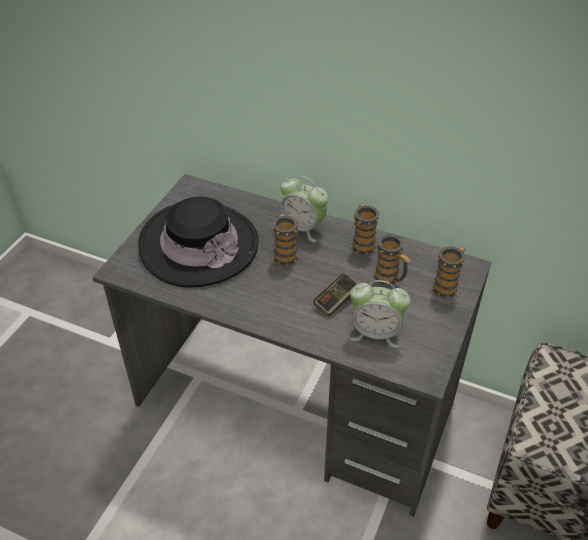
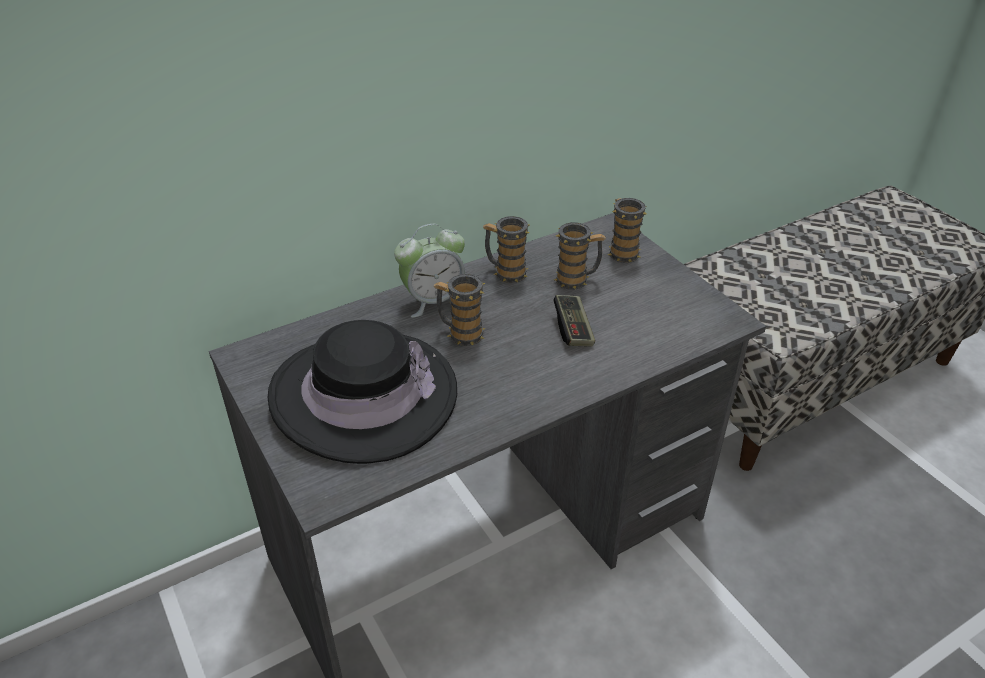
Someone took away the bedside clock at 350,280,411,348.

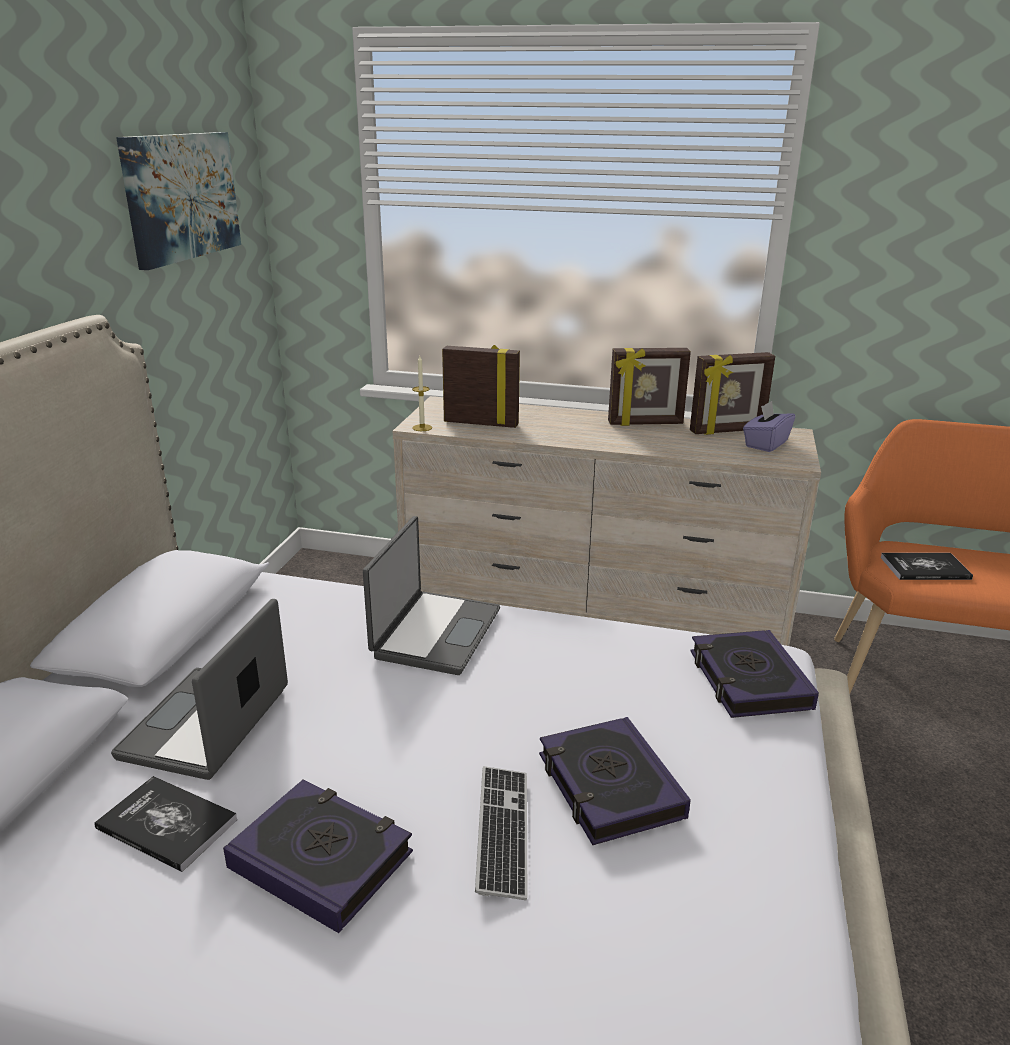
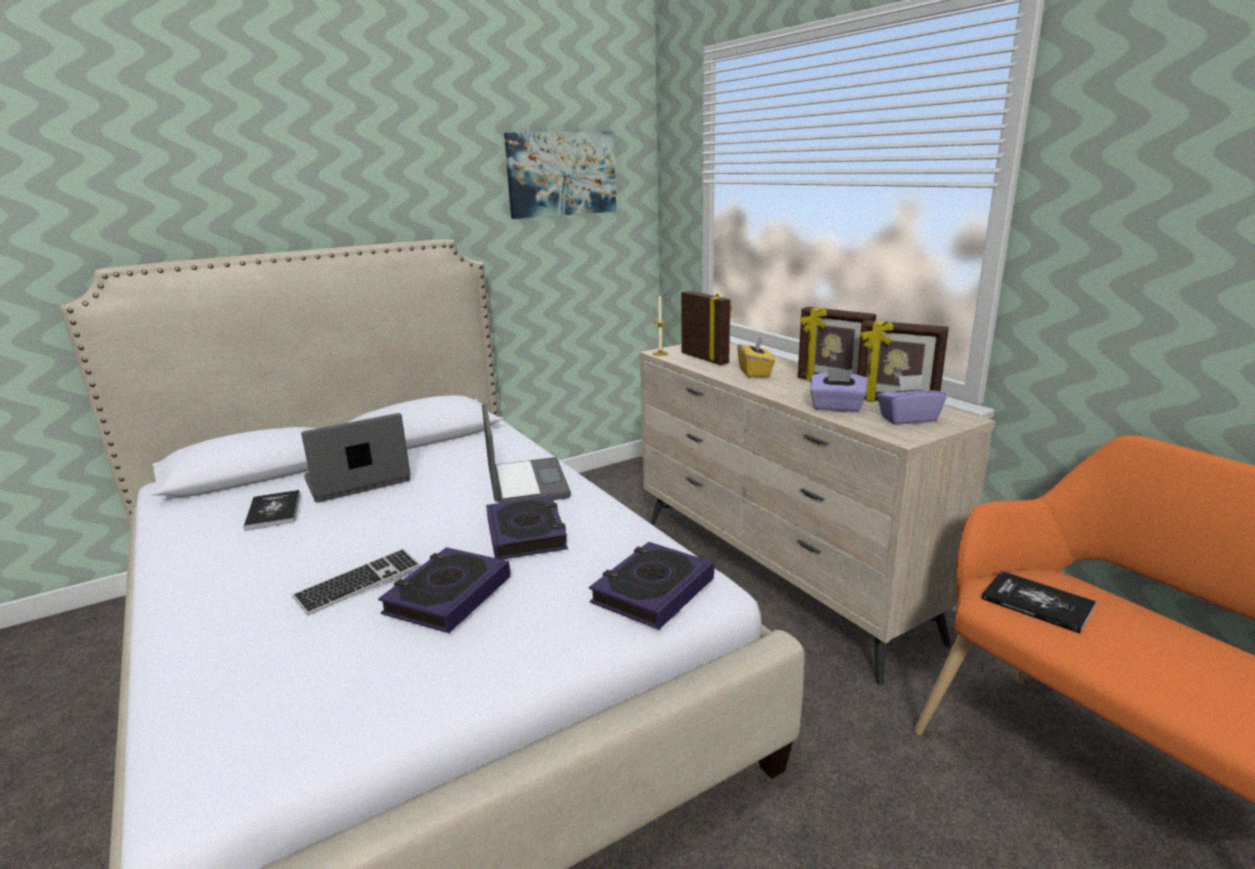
Someone rotated the laptop at 363,516,500,675 by 75 degrees counterclockwise.
Someone carried the volume from 223,780,413,933 to 486,496,568,560.
Someone put down the tissue holder in yellow-coloured at 737,336,775,378.
Someone put down the tissue holder in purplish at 810,368,867,412.

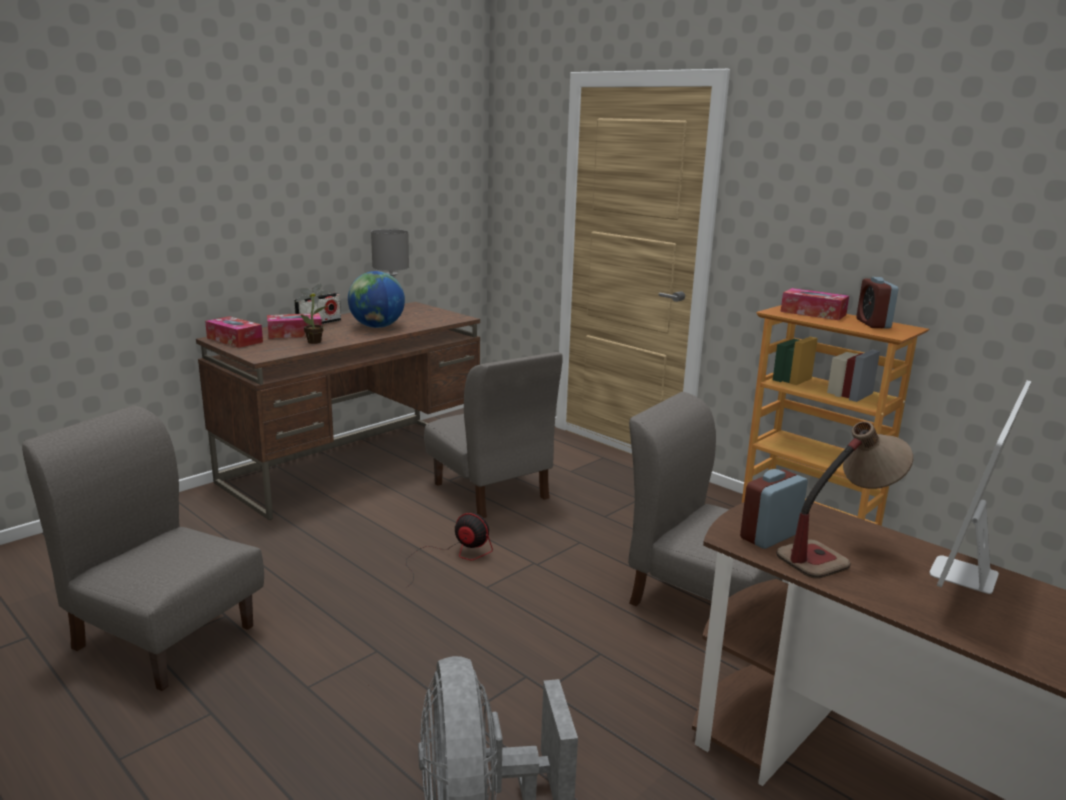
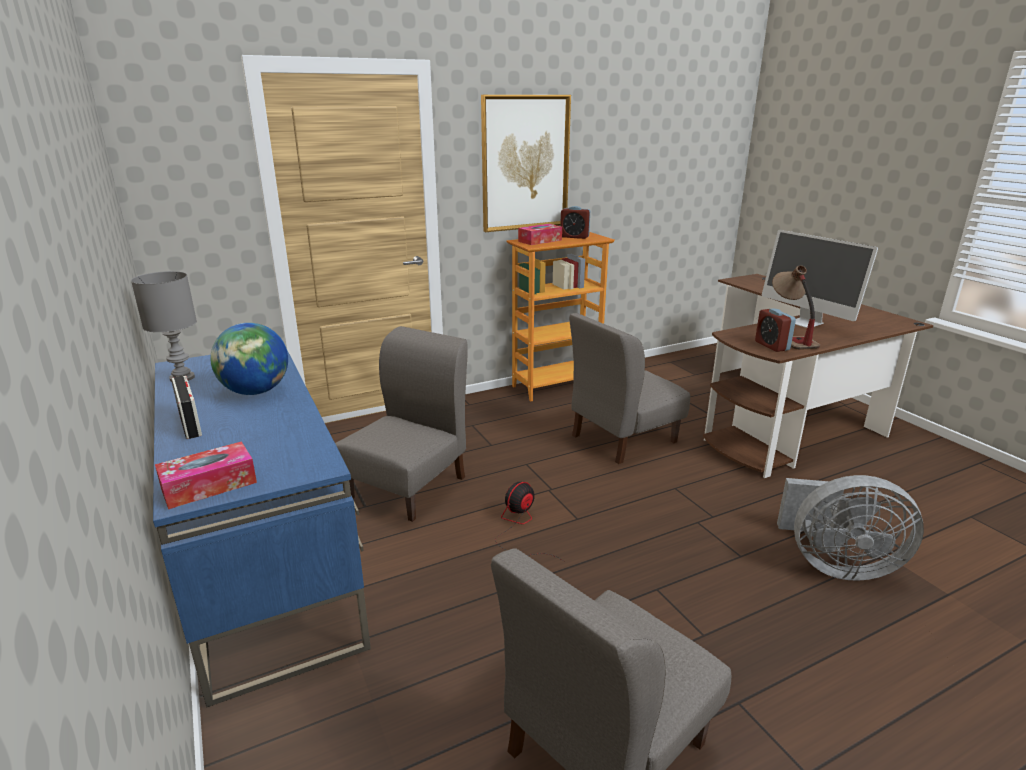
Someone repainted the desk table in brown at 196,302,480,520, which became the desk table in blue at 153,350,371,707.
Someone rotated the chair in gray at 424,352,563,518 by 45 degrees counterclockwise.
Someone put up the picture at 481,95,571,232.
Someone took away the tissue holder at 267,313,322,339.
Someone took away the potted plant at 296,284,331,344.

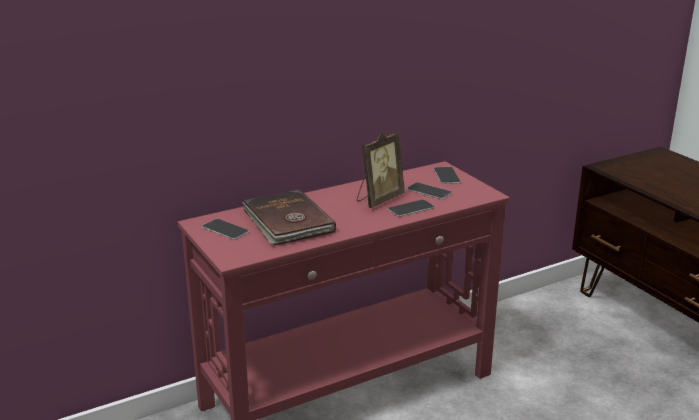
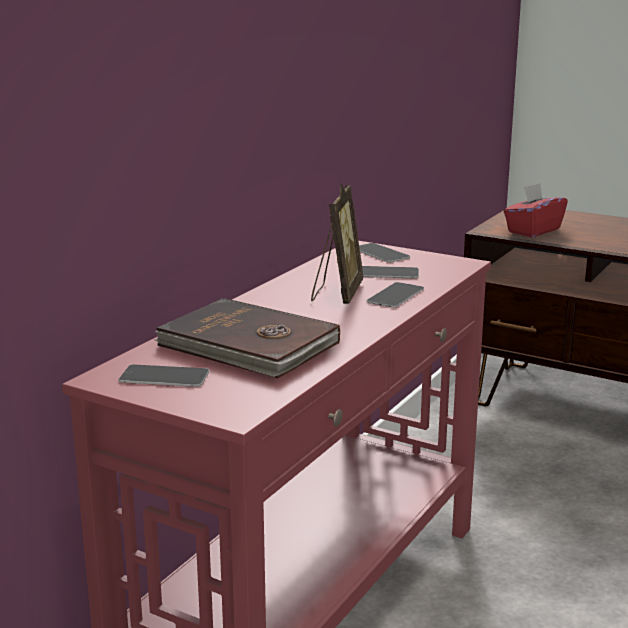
Someone put down the tissue holder in reddish at 504,183,568,237.

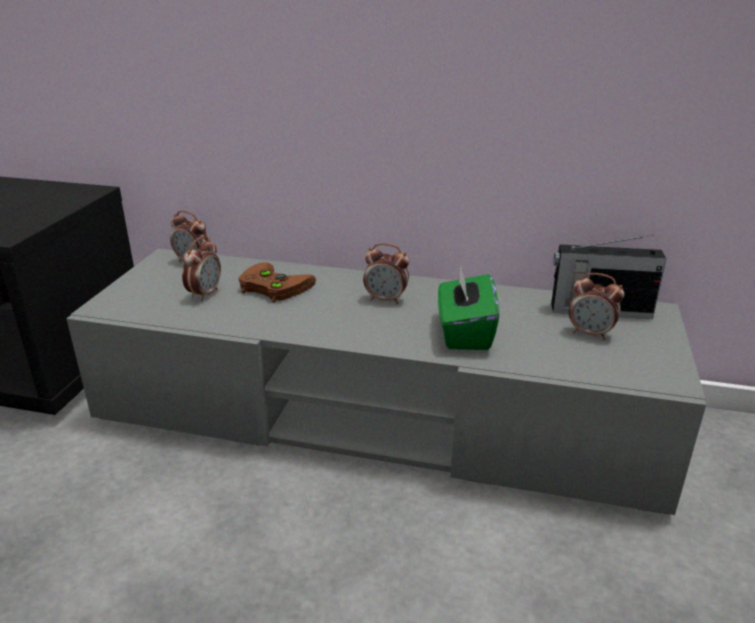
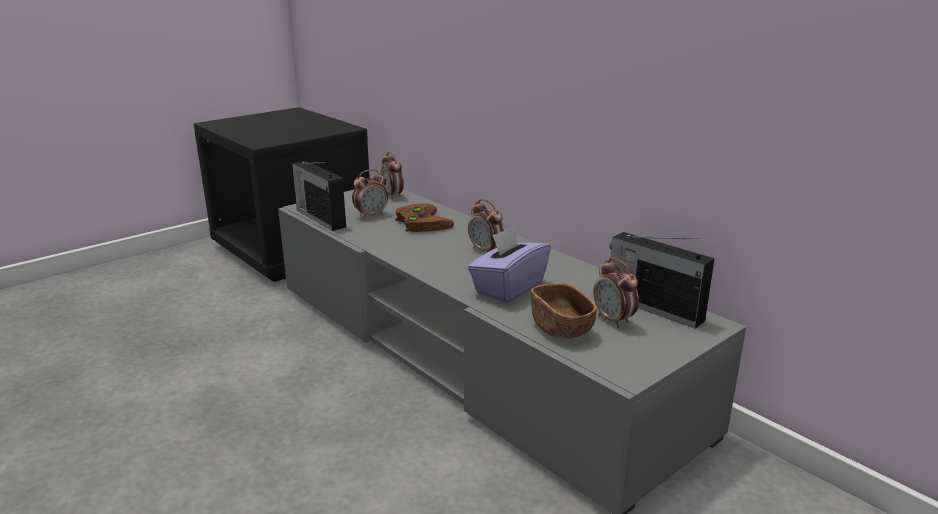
Someone put down the radio set at 292,161,346,231.
Someone repainted the tissue holder in greenish at 438,265,499,350, which became the tissue holder in purplish at 468,225,551,303.
Someone put down the deep dish in brown at 531,283,597,338.

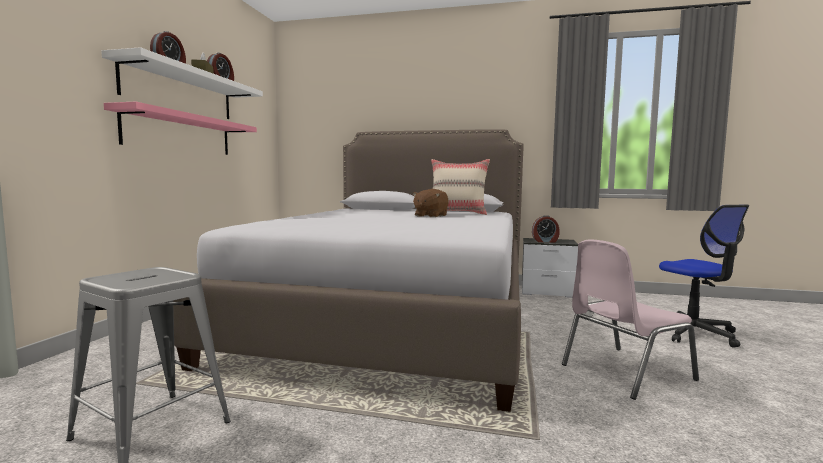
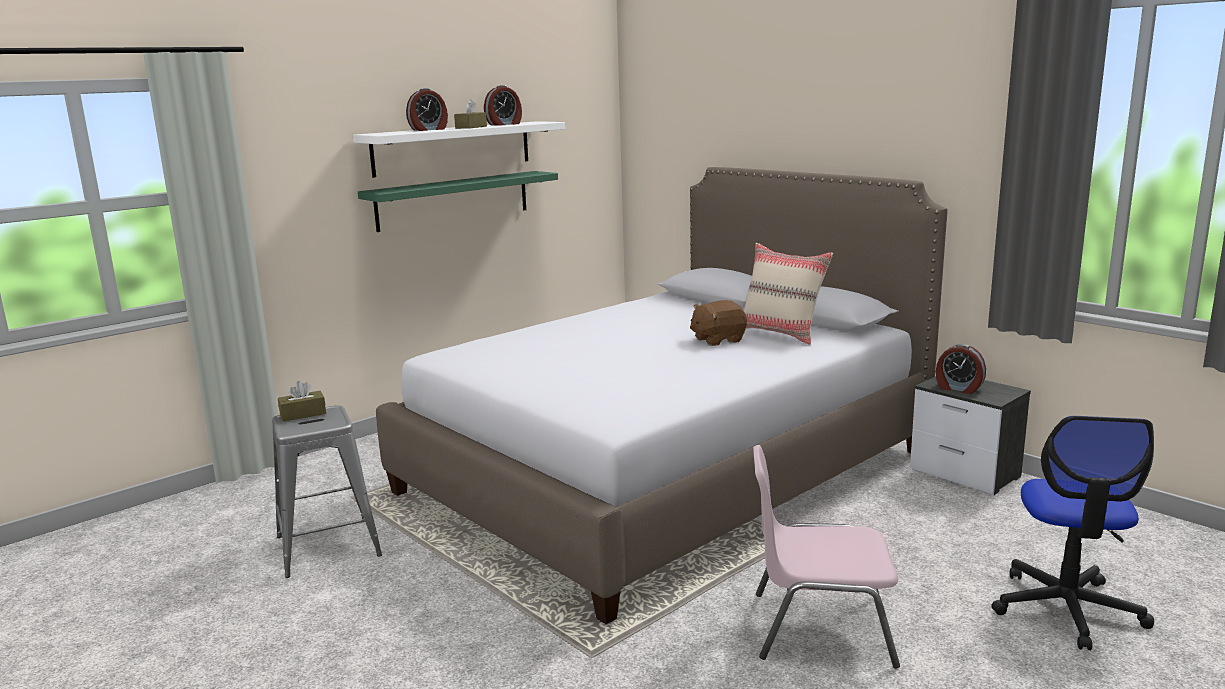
Someone put down the tissue holder in brown at 278,381,326,422.
Someone repainted the bracket shelf in pinkish at 104,102,257,155, which became the bracket shelf in greenish at 358,171,558,232.

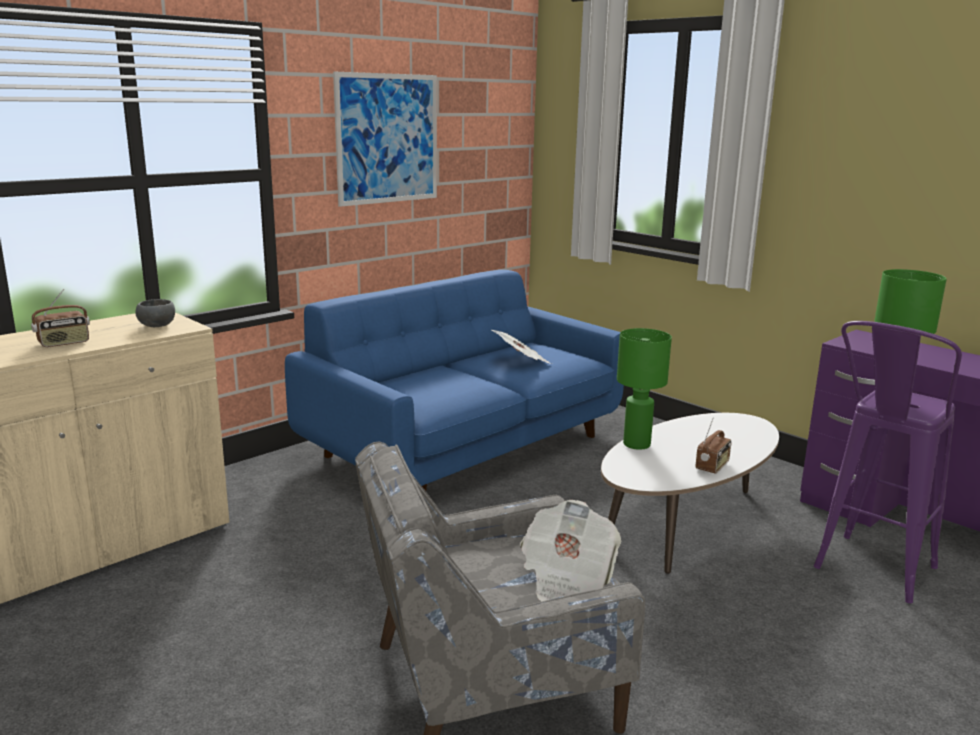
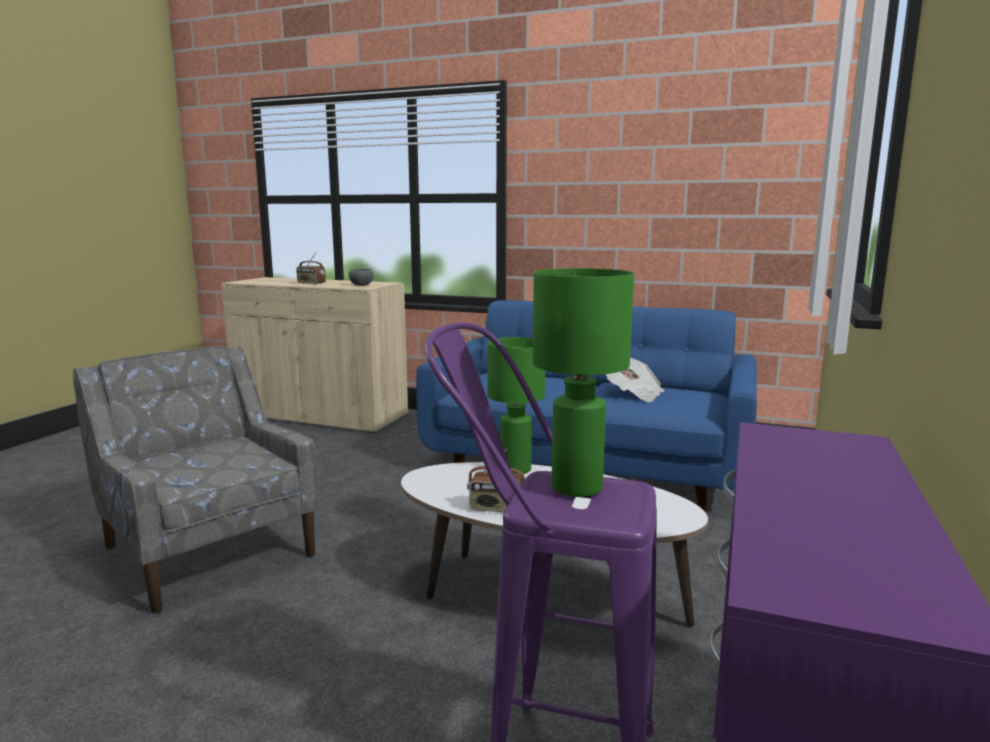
Someone took away the picture at 333,72,437,207.
Someone took away the printed paper at 520,500,622,601.

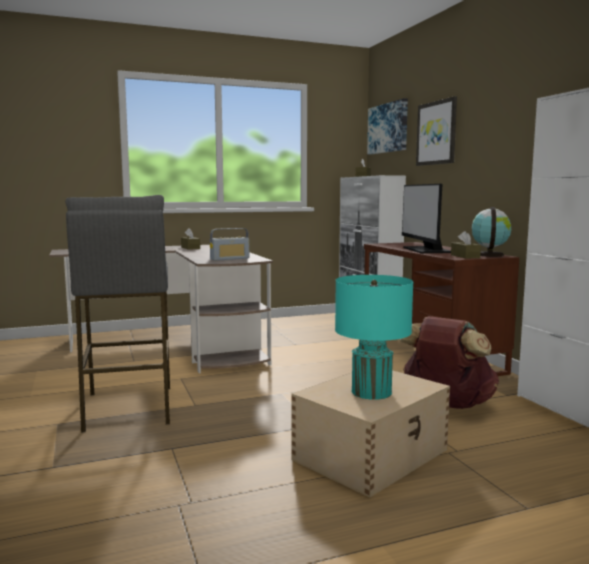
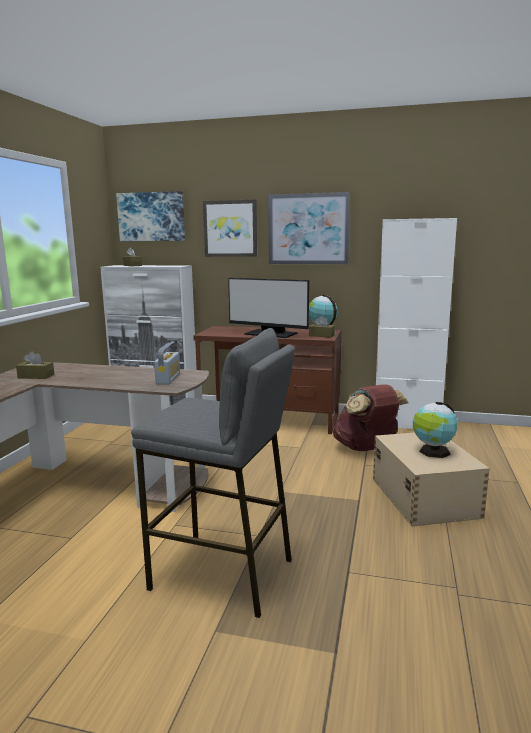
Someone put up the picture at 268,192,350,264.
Someone swapped the tabletop lamp in blue-green at 335,275,414,400 for the world globe at 413,402,458,458.

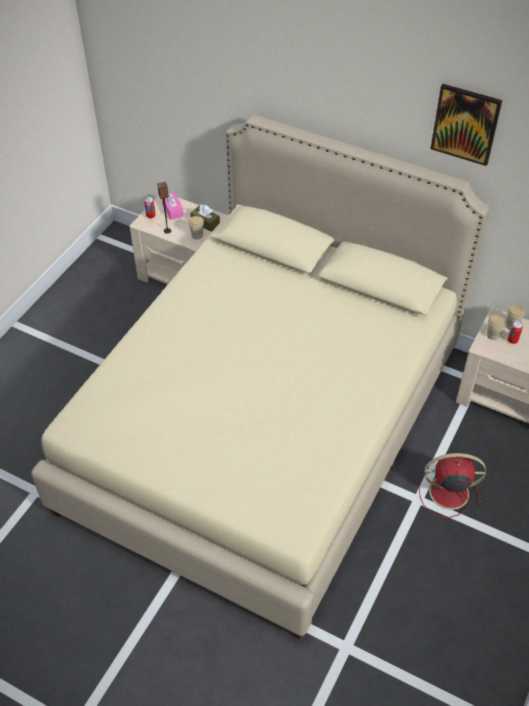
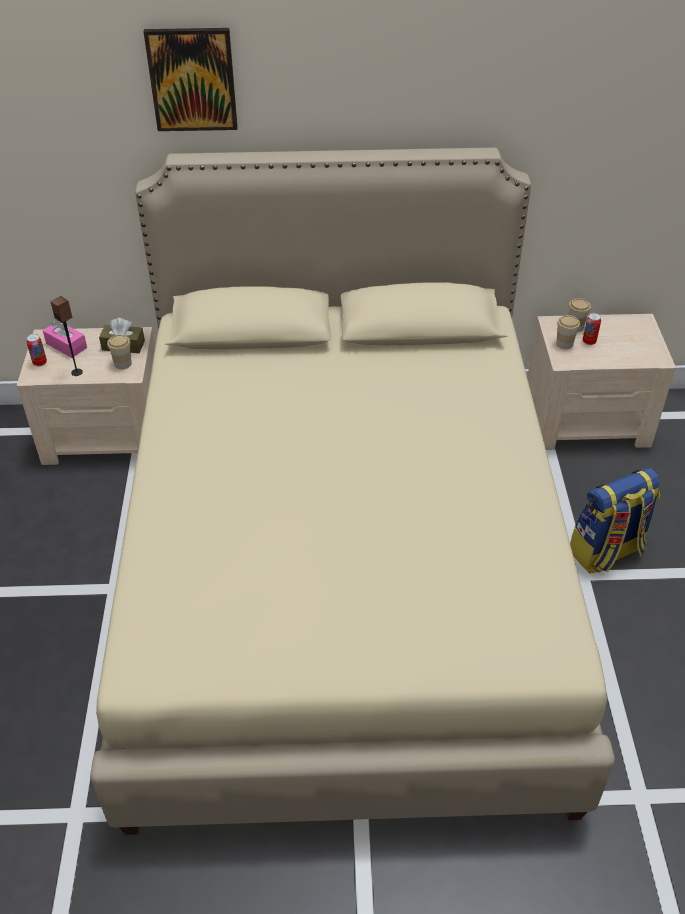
Someone carried the picture from 430,84,502,166 to 144,28,238,131.
Someone swapped the electric fan in reddish at 419,452,486,518 for the knapsack at 570,468,660,573.

